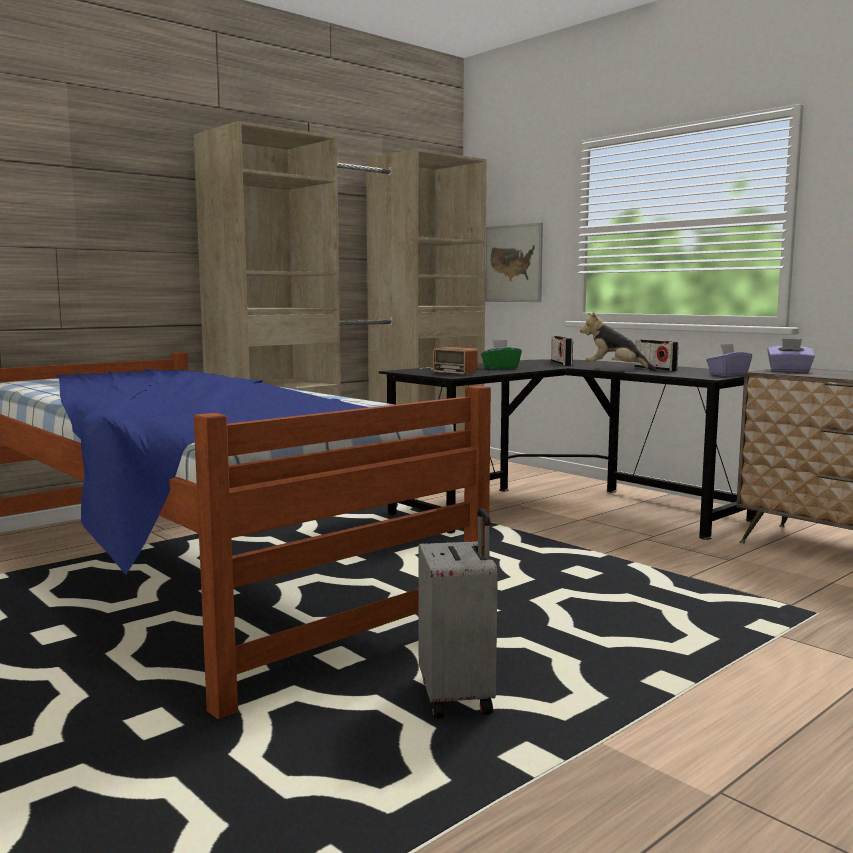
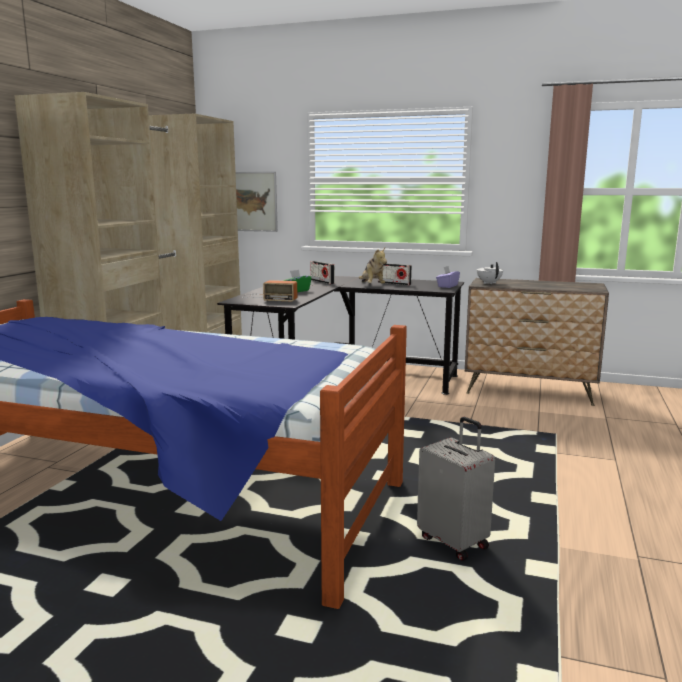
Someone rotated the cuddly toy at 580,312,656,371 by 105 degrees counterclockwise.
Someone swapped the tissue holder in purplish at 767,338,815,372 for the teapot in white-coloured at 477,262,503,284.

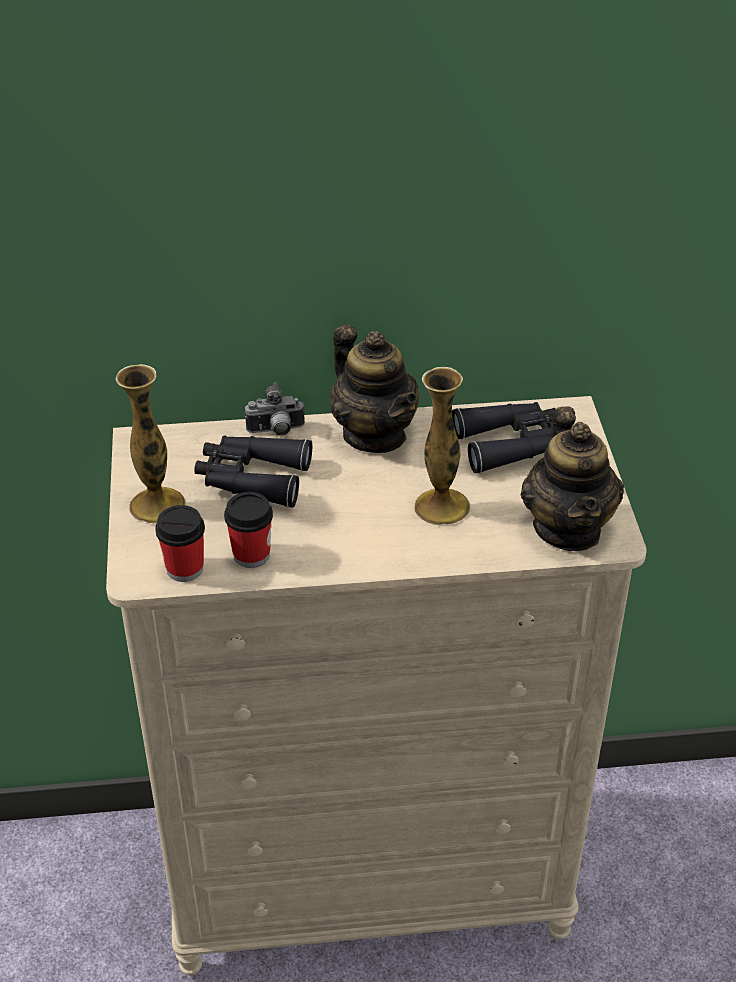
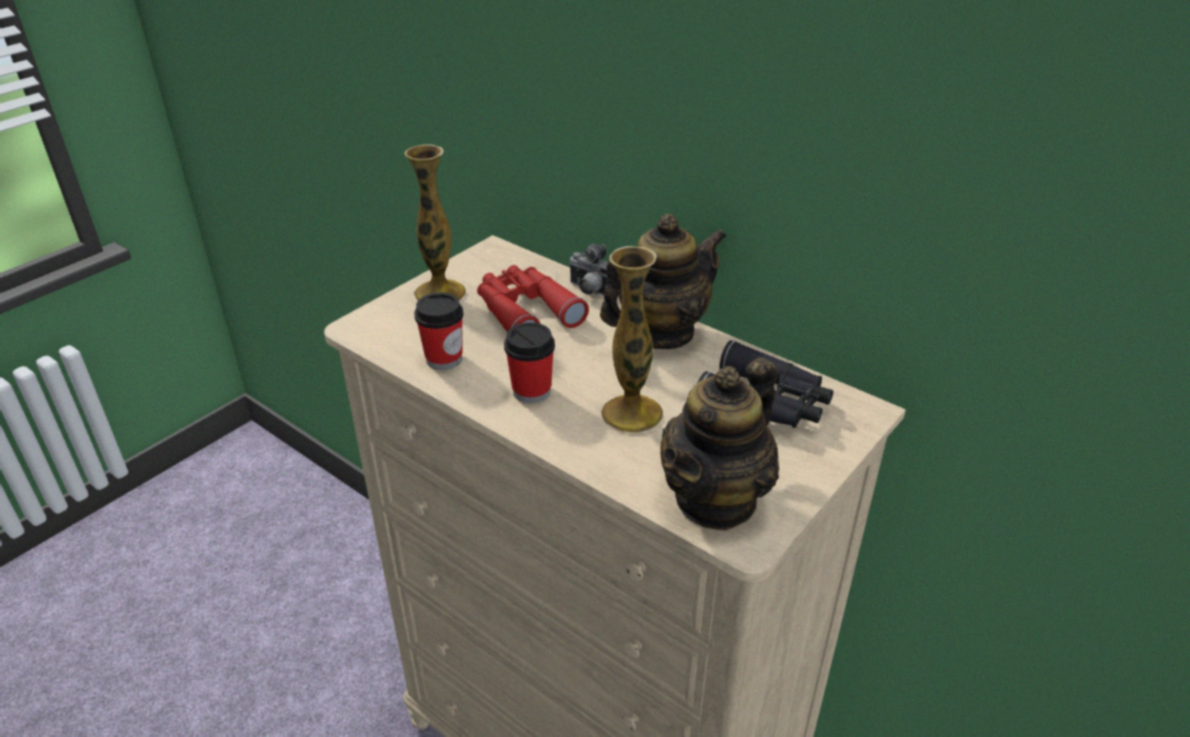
Someone repainted the pair of binoculars in blackish at 194,435,312,508, which became the pair of binoculars in reddish at 477,265,589,332.
Someone carried the small cup from 155,505,205,582 to 504,322,555,403.
Someone rotated the teapot at 331,325,419,453 by 135 degrees counterclockwise.

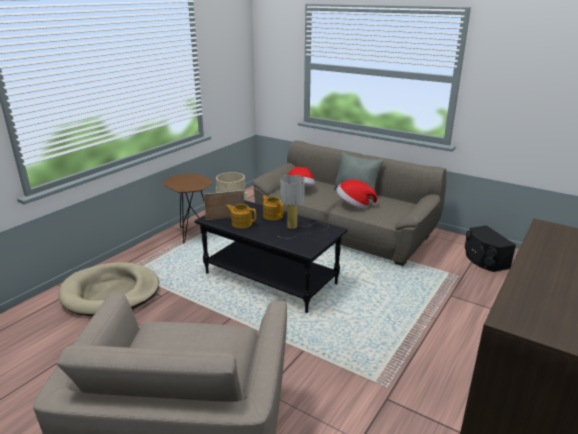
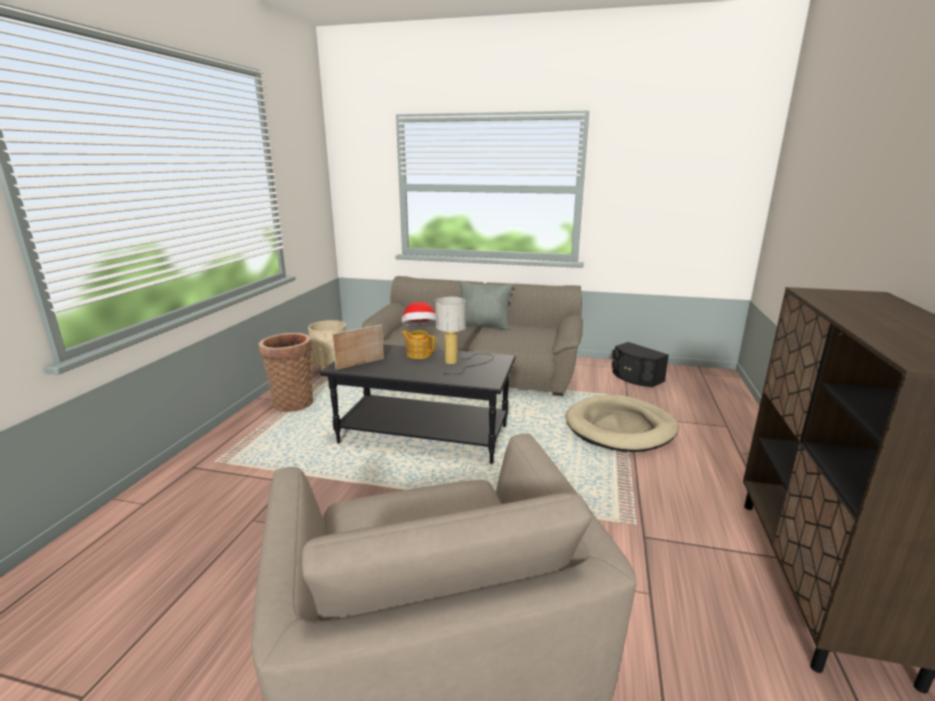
Someone swapped the end table in brown at 163,174,213,244 for the storage basket at 259,333,313,412.
Someone carried the dog cushion in sand-coloured from 59,262,159,316 to 565,395,679,452.
Someone took away the teapot at 226,204,256,229.
Someone took away the clothing hat at 336,180,377,209.

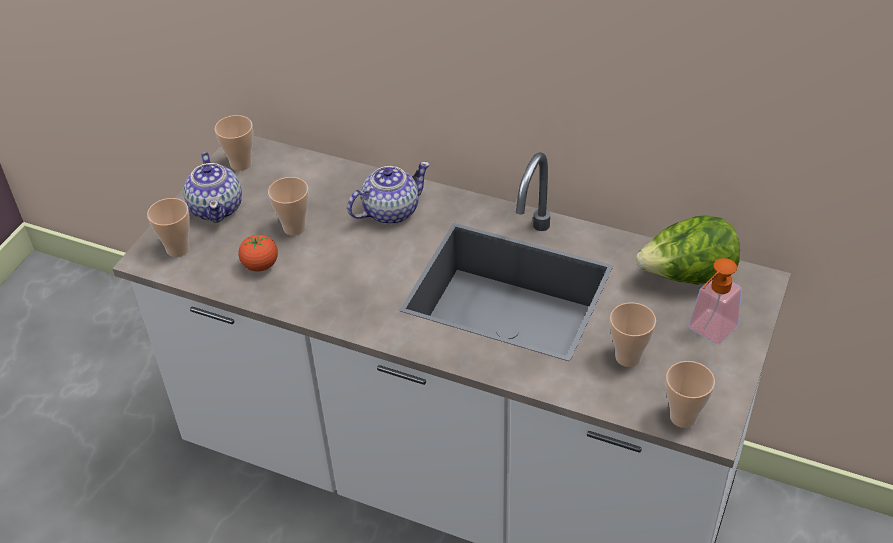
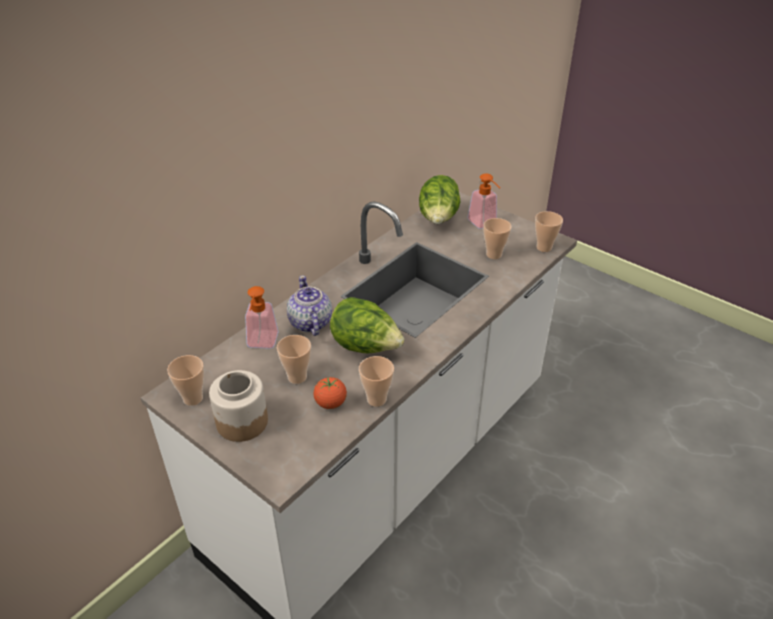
Someone swapped the teapot at 183,152,242,223 for the storage jar at 209,370,268,442.
Someone put down the liquid soap bottle at 245,286,279,349.
Someone put down the lettuce at 330,297,404,353.
Someone carried the small cup from 147,198,190,257 to 359,356,394,407.

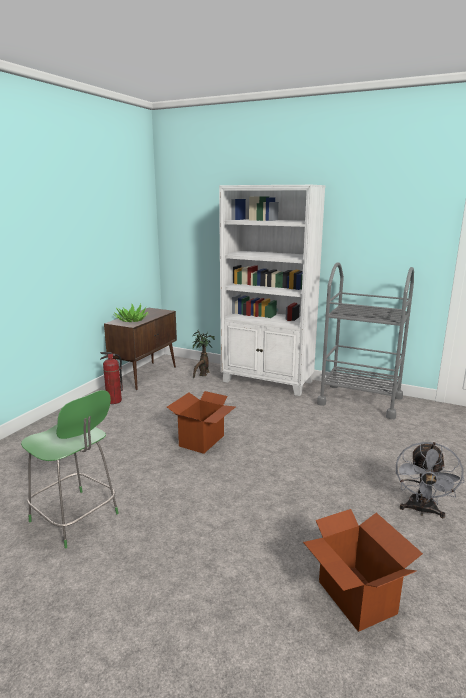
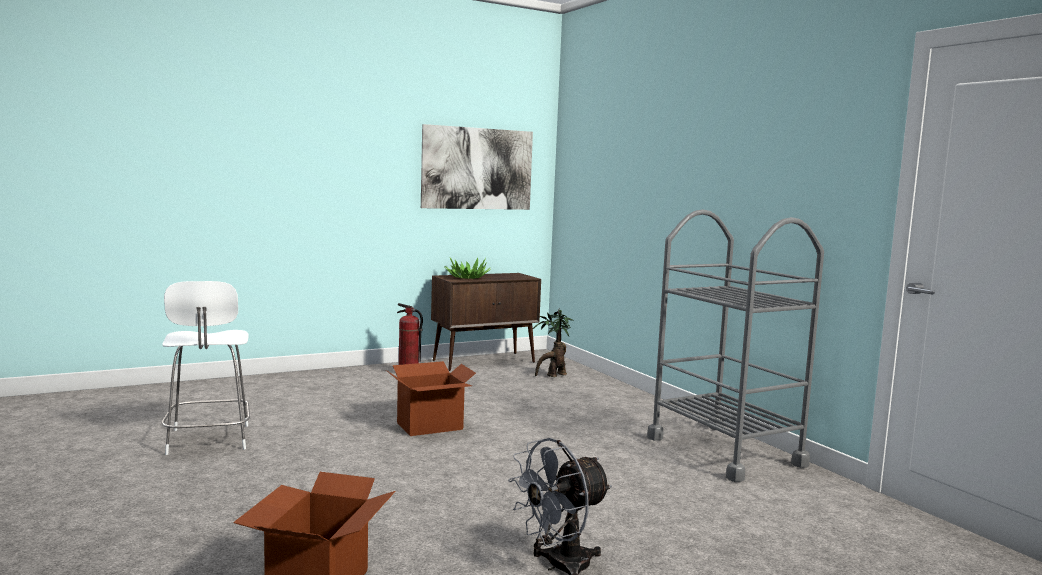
Someone repainted the chair in greenish at 21,390,119,548, which became the chair in white-coloured at 162,281,250,455.
Someone put up the picture at 421,124,533,210.
Someone took away the bookshelf in white-coloured at 219,185,326,396.

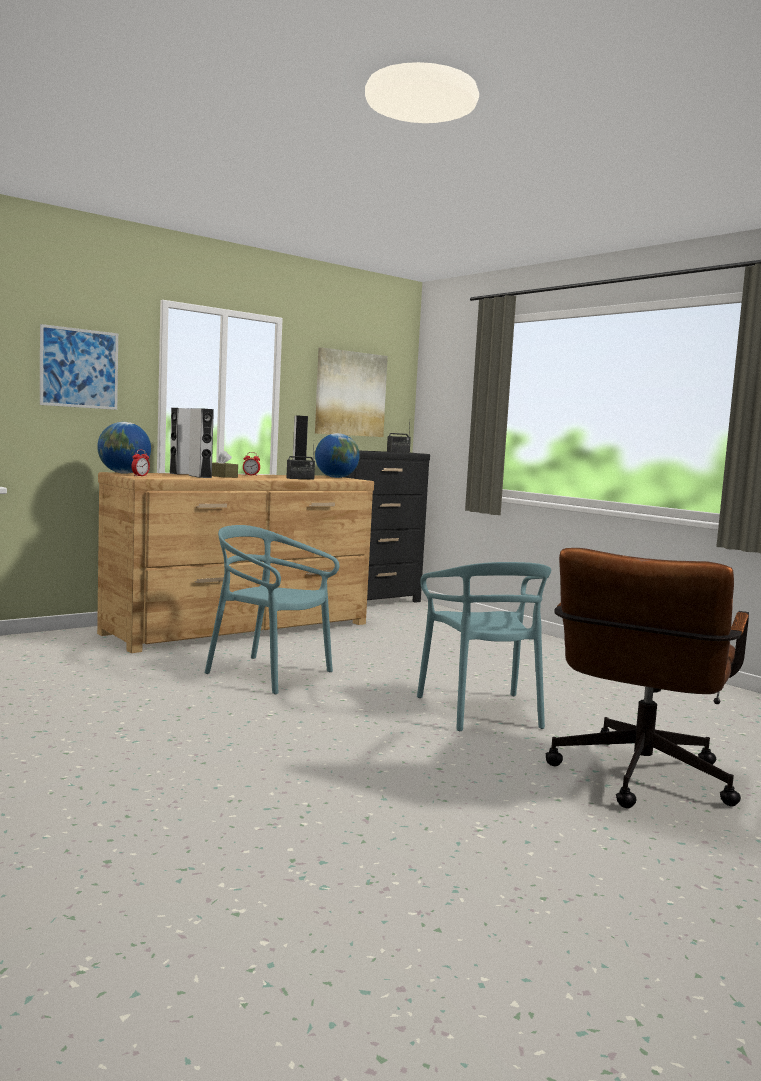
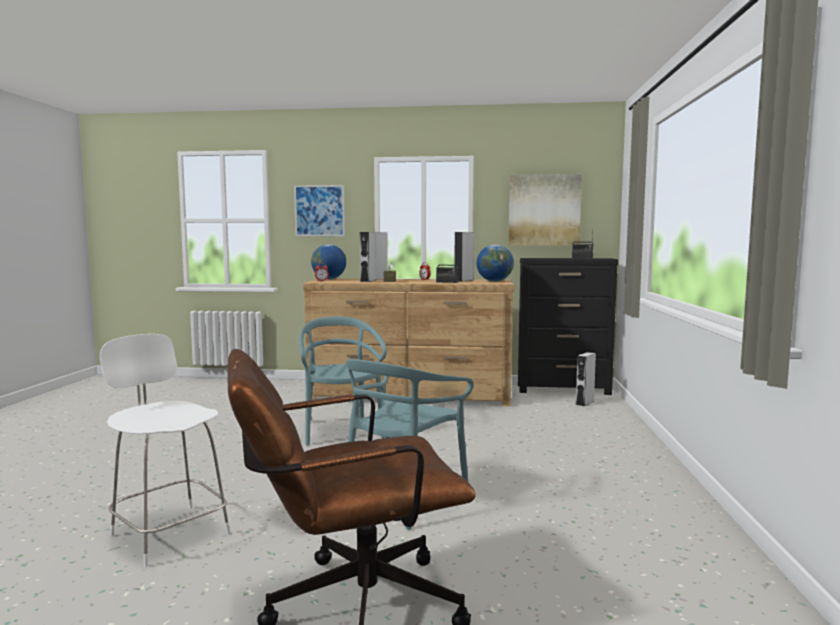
Someone put down the chair in white-coloured at 100,334,230,567.
Someone put down the audio speaker in gray at 576,352,596,407.

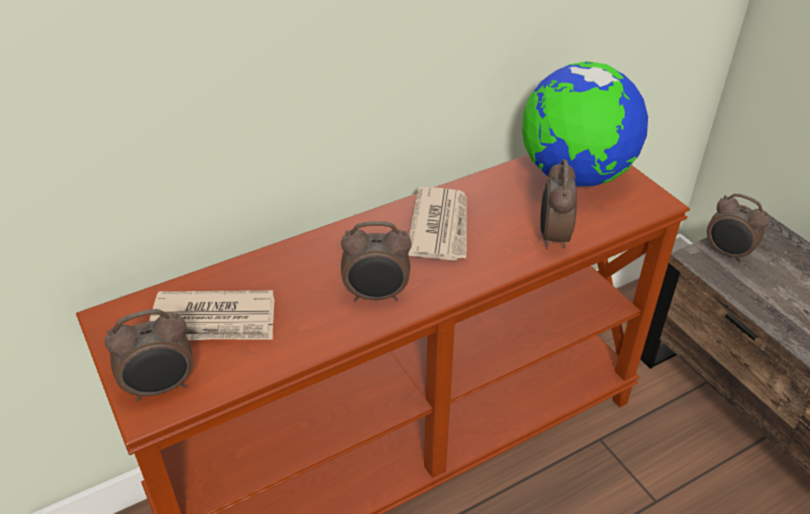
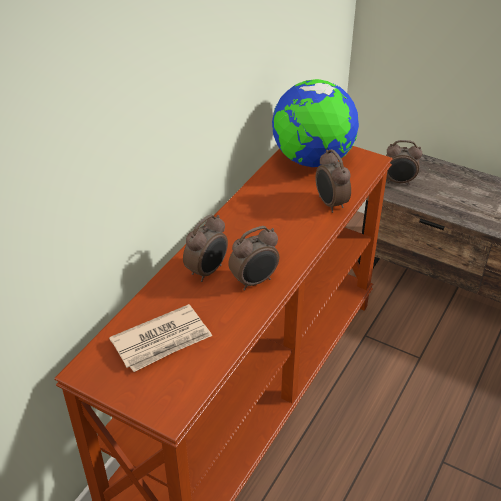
Someone carried the bedside clock from 105,309,193,402 to 183,214,228,282.
Someone took away the printed paper at 408,187,467,261.

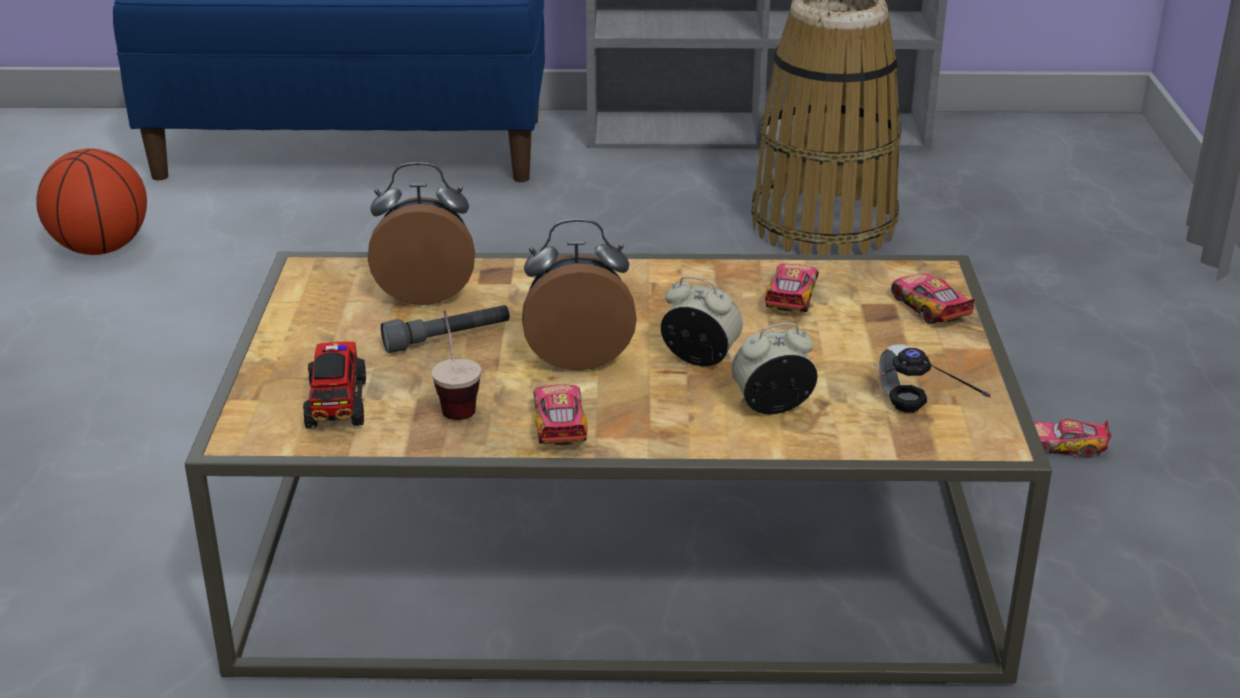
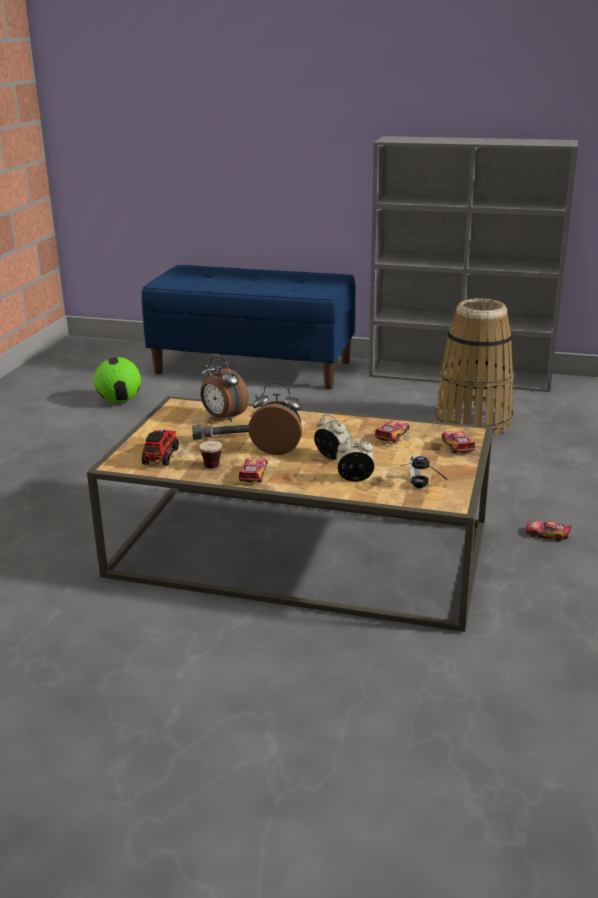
Someone swapped the ball for basketball at 36,148,147,255 for the ball for football at 94,357,141,403.
Someone rotated the bedside clock at 368,162,475,305 by 150 degrees counterclockwise.

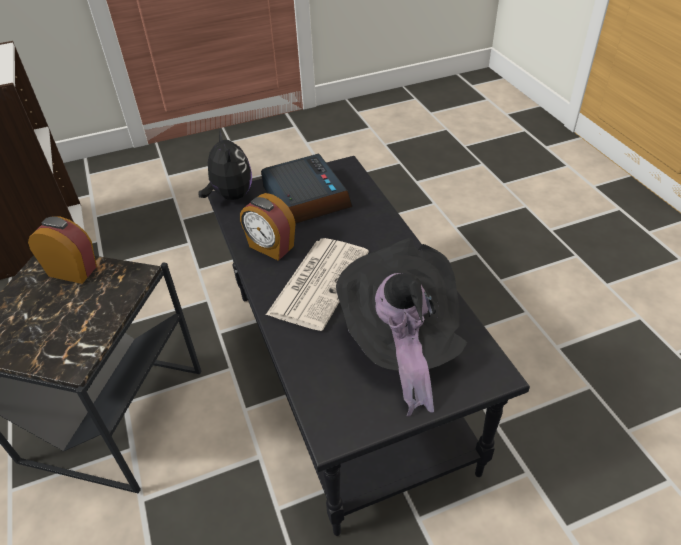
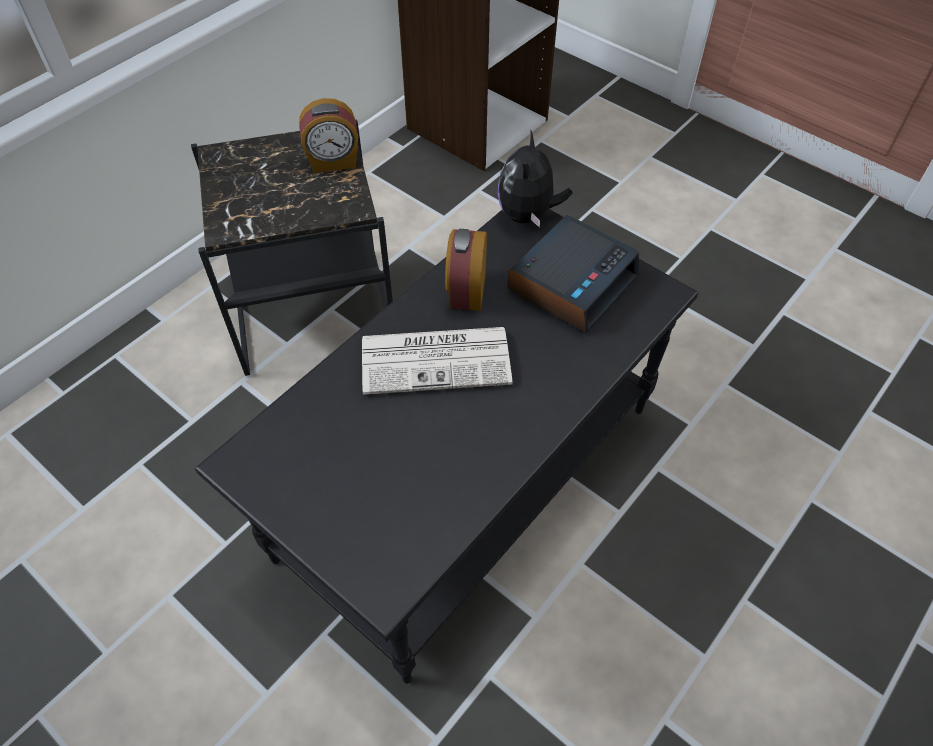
Someone rotated the bedside clock at 28,216,97,284 by 90 degrees clockwise.
Someone rotated the cuddly toy at 198,129,252,200 by 150 degrees clockwise.
Someone took away the clothing hat in blackish at 336,238,467,416.

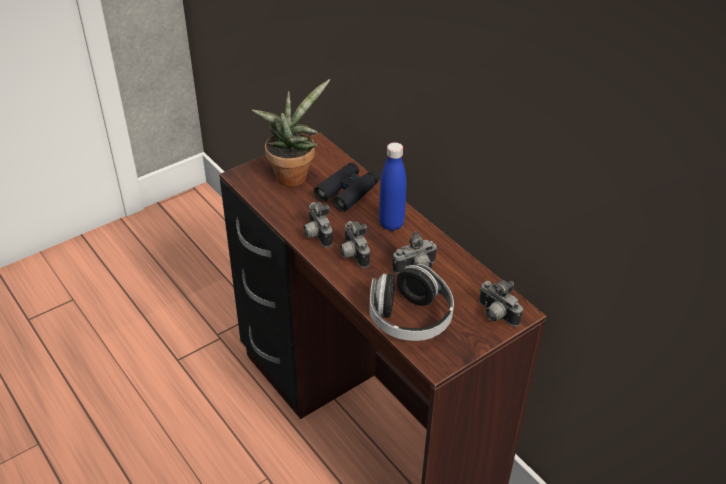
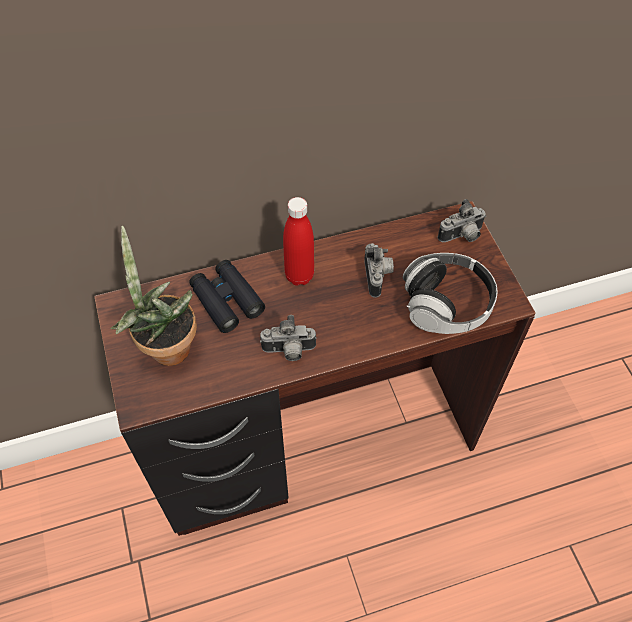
Someone repainted the drink bottle in blue at 379,142,406,231, which became the drink bottle in reddish at 283,197,314,286.
Someone took away the photo camera at 340,221,370,268.

